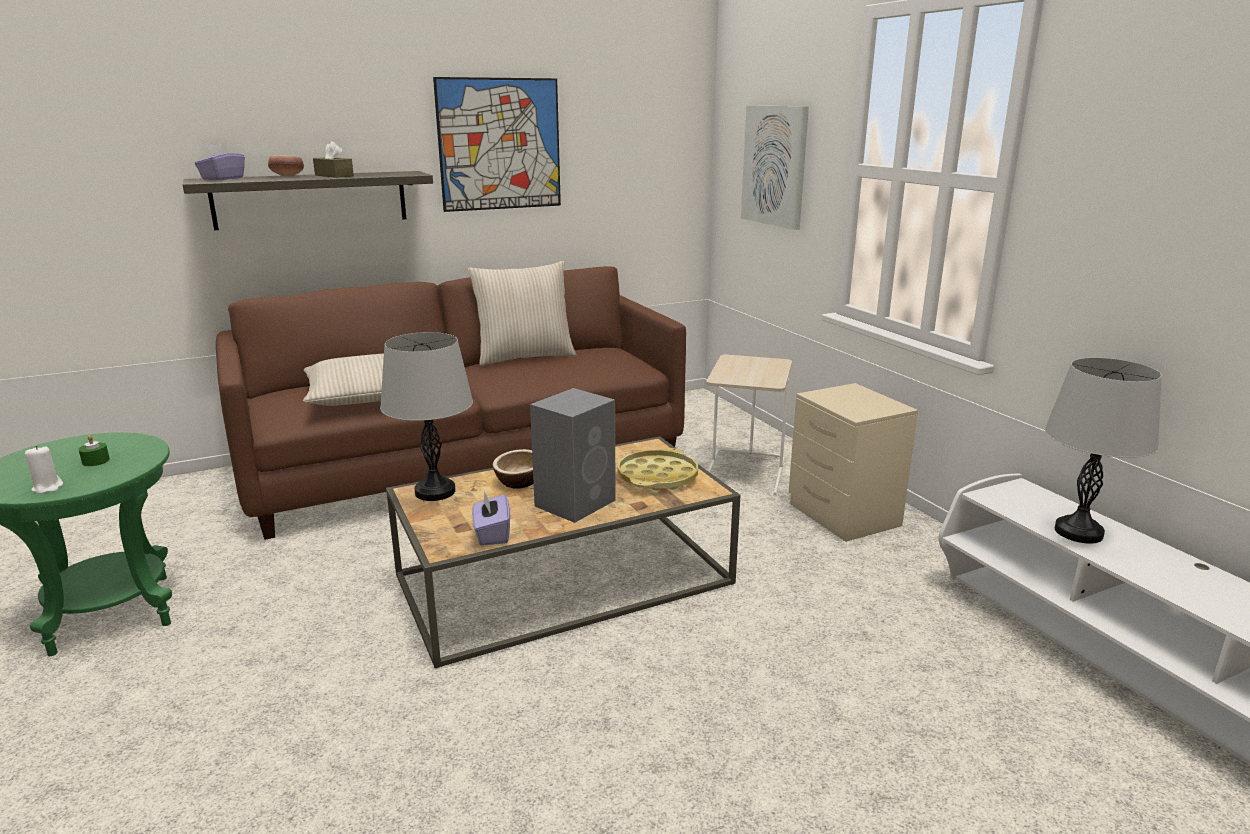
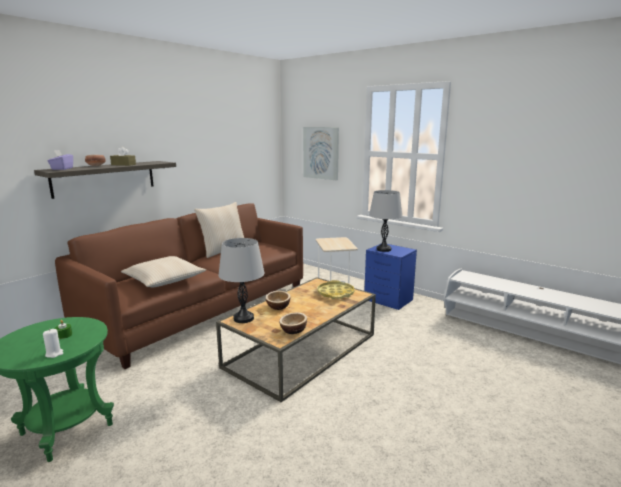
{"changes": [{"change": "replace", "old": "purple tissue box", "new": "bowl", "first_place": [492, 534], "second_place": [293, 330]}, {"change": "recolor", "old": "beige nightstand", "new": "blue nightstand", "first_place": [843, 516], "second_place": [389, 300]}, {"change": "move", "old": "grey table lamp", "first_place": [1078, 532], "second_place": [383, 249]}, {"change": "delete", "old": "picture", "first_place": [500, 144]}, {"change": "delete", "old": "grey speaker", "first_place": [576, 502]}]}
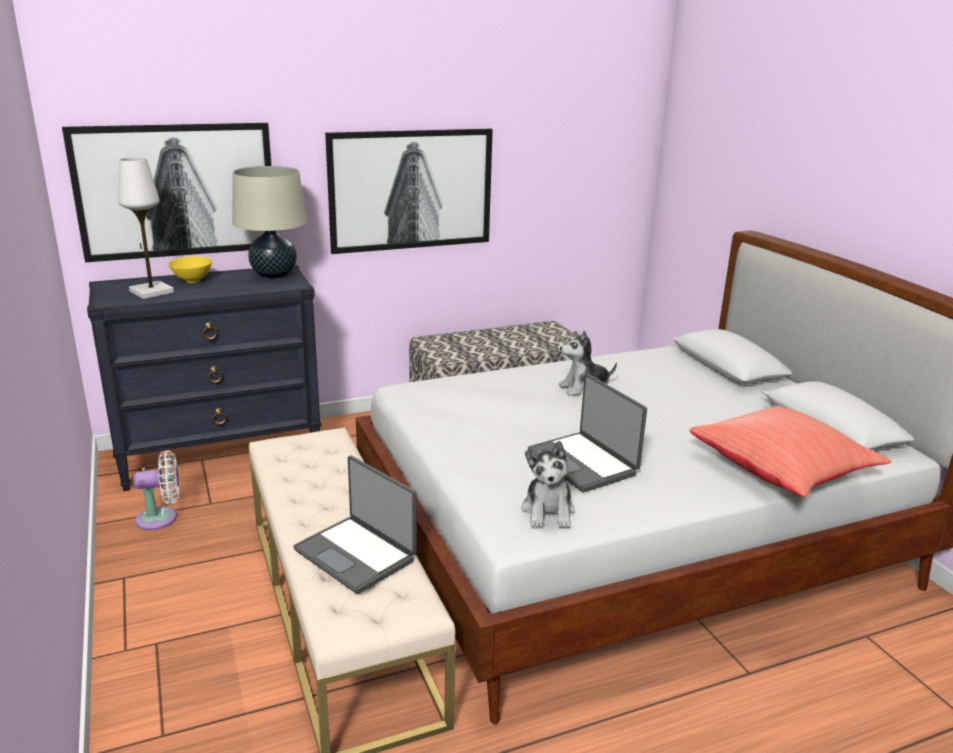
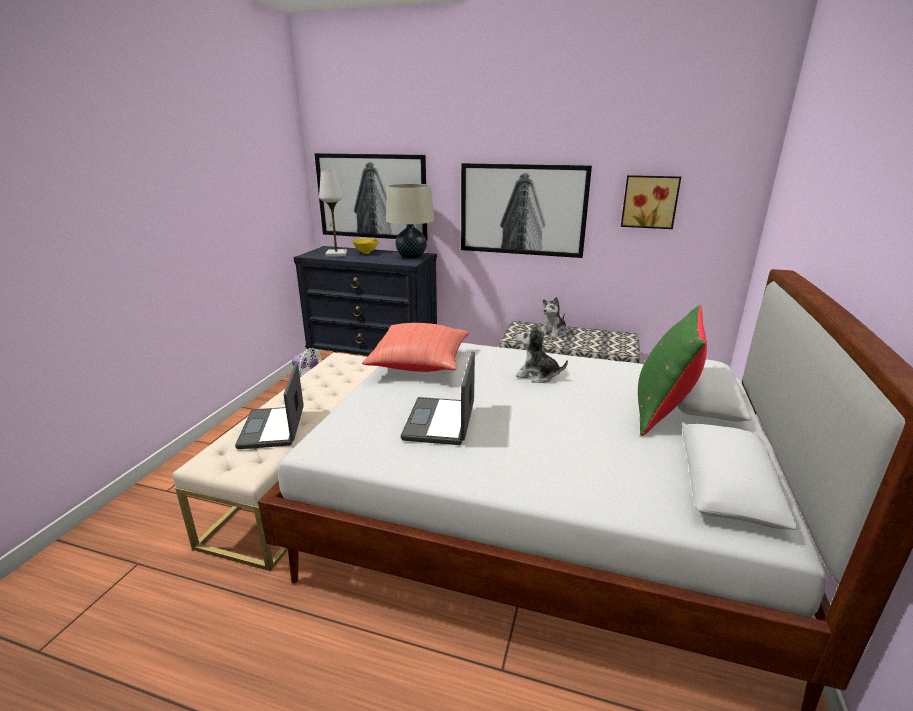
{"changes": [{"change": "move", "old": "red pillow", "first_place": [783, 471], "second_place": [420, 364]}, {"change": "move", "old": "plush toy", "first_place": [548, 511], "second_place": [553, 332]}, {"change": "insert", "new": "picture", "second_place": [649, 201]}, {"change": "insert", "new": "green pillow", "second_place": [662, 411]}]}
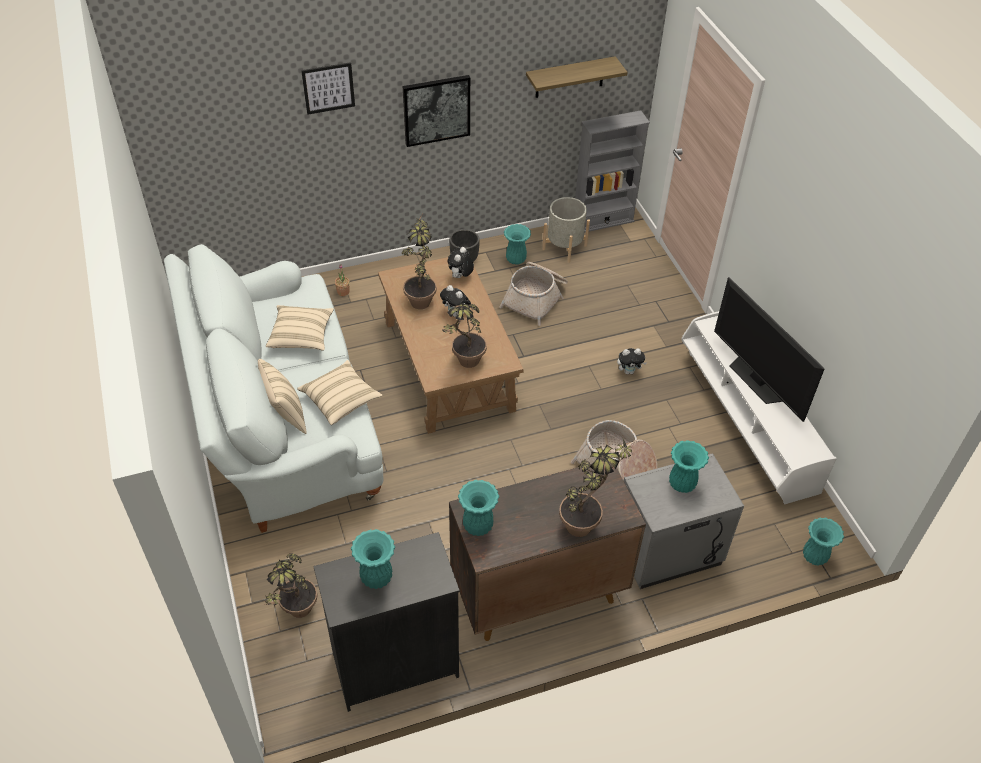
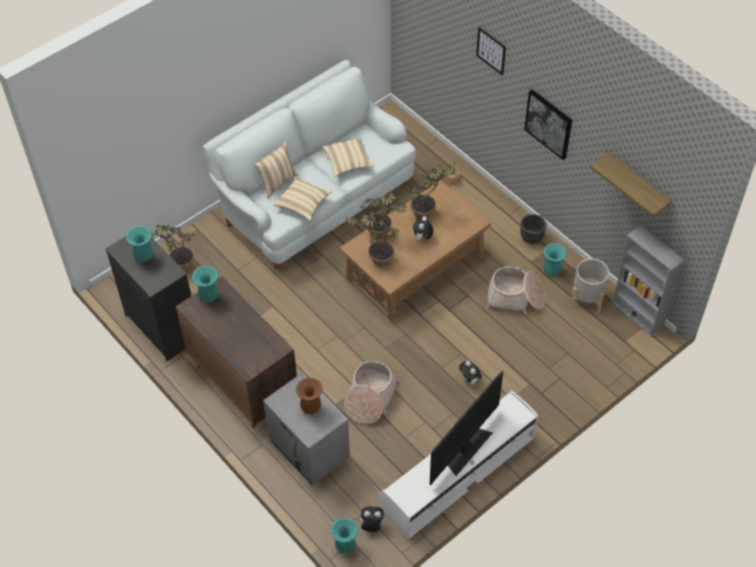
{"changes": [{"change": "recolor", "old": "turquoise vase", "new": "brown vase", "first_place": [681, 484], "second_place": [310, 407]}, {"change": "move", "old": "plush toy", "first_place": [460, 277], "second_place": [371, 526]}, {"change": "move", "old": "potted plant", "first_place": [586, 522], "second_place": [384, 235]}]}
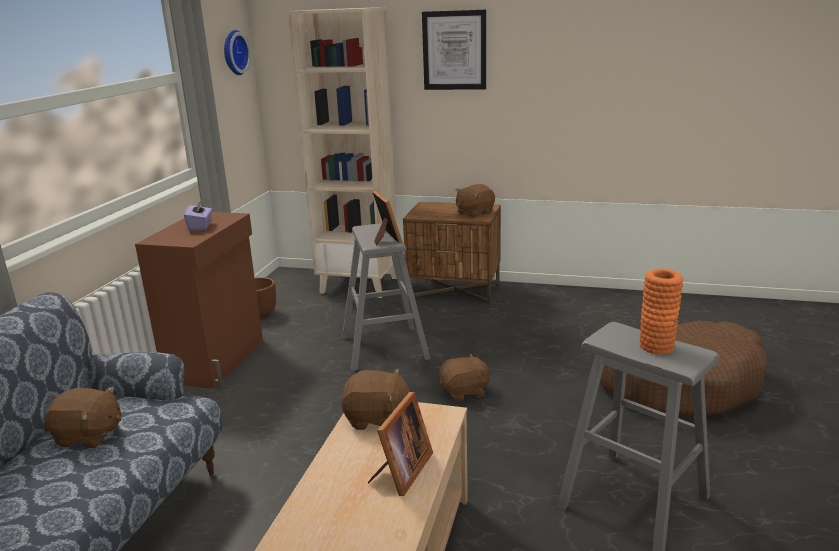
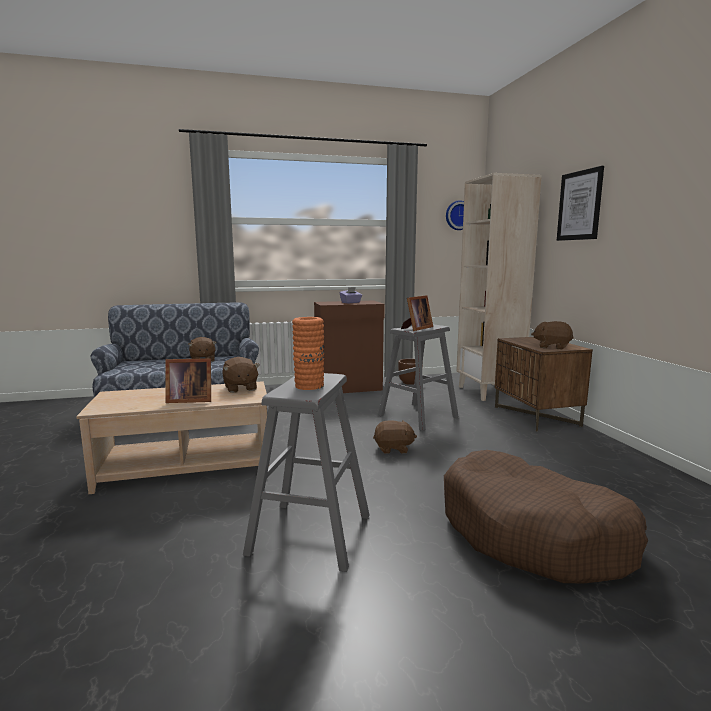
{"changes": [{"change": "rotate", "old": "brown plush toy", "first_place": [465, 392], "second_place": [393, 449], "degrees": -45}]}
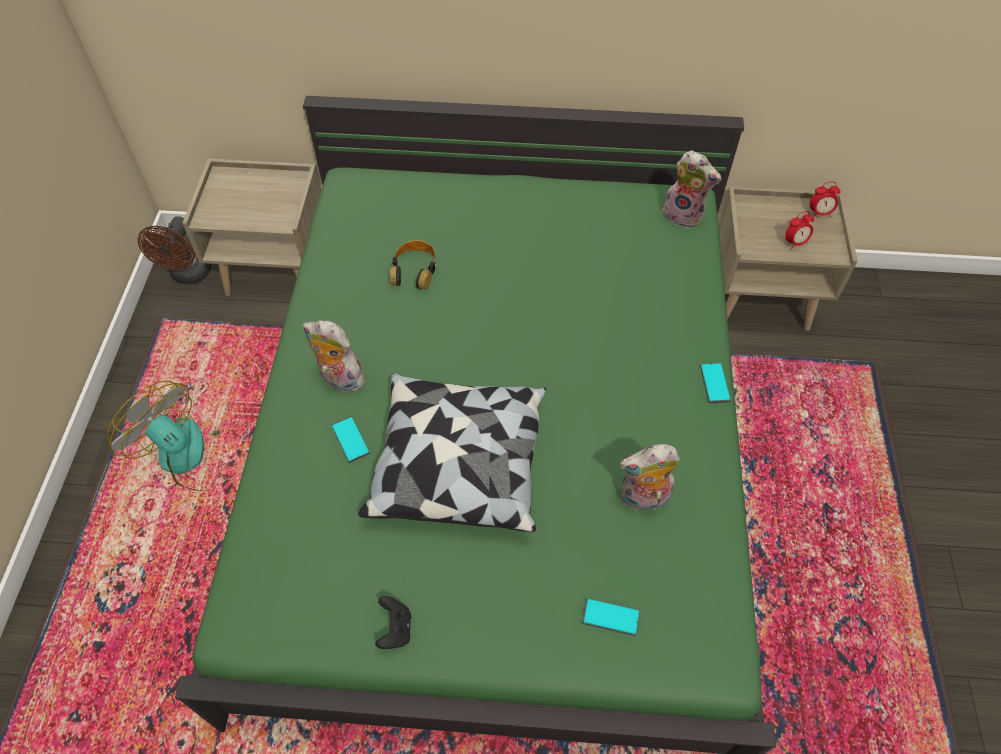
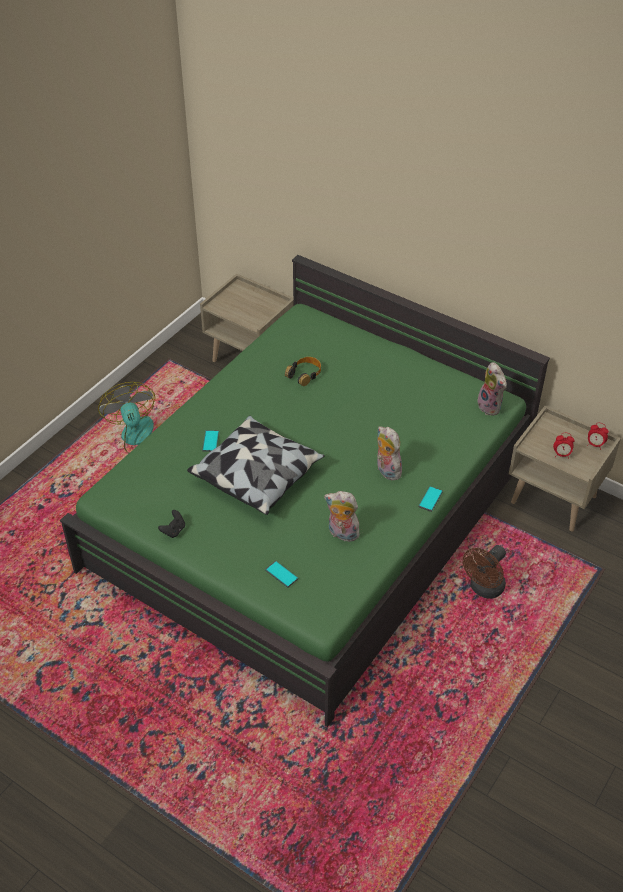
{"changes": [{"change": "move", "old": "plush toy", "first_place": [339, 380], "second_place": [386, 470]}, {"change": "move", "old": "brown fan", "first_place": [188, 275], "second_place": [484, 589]}]}
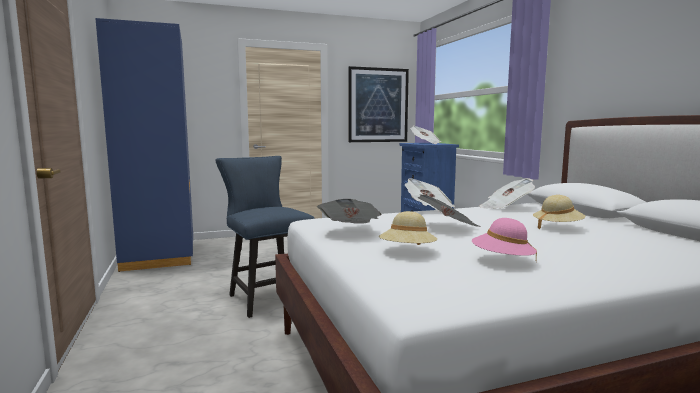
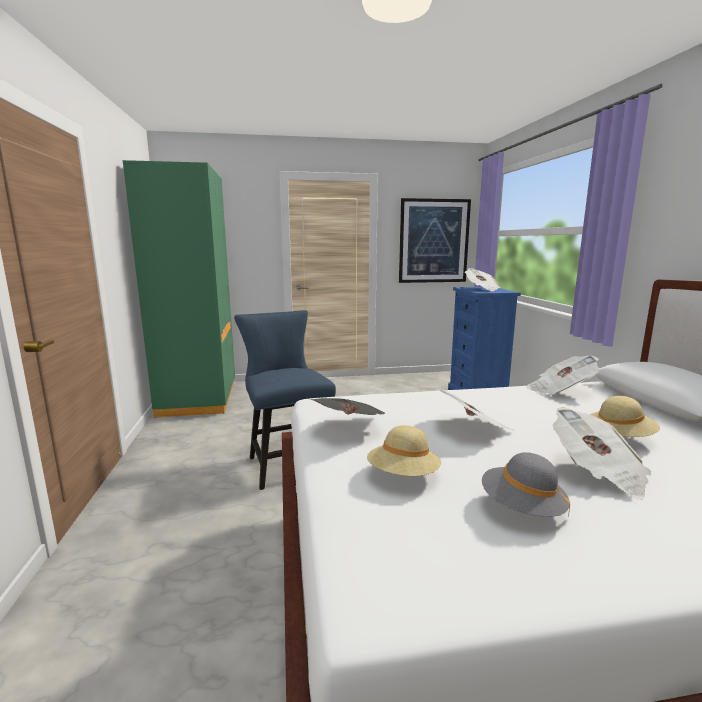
{"changes": [{"change": "recolor", "old": "blue wardrobe", "new": "green wardrobe", "first_place": [160, 255], "second_place": [199, 399]}, {"change": "recolor", "old": "pink hat", "new": "grey hat", "first_place": [502, 261], "second_place": [522, 508]}, {"change": "move", "old": "newspaper", "first_place": [429, 209], "second_place": [598, 473]}]}
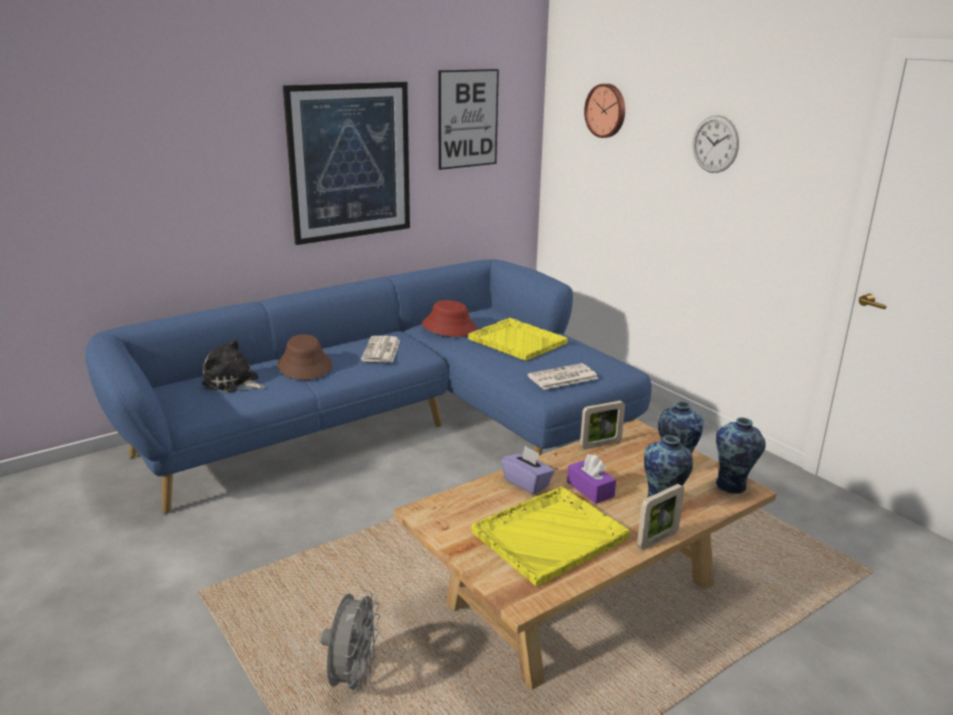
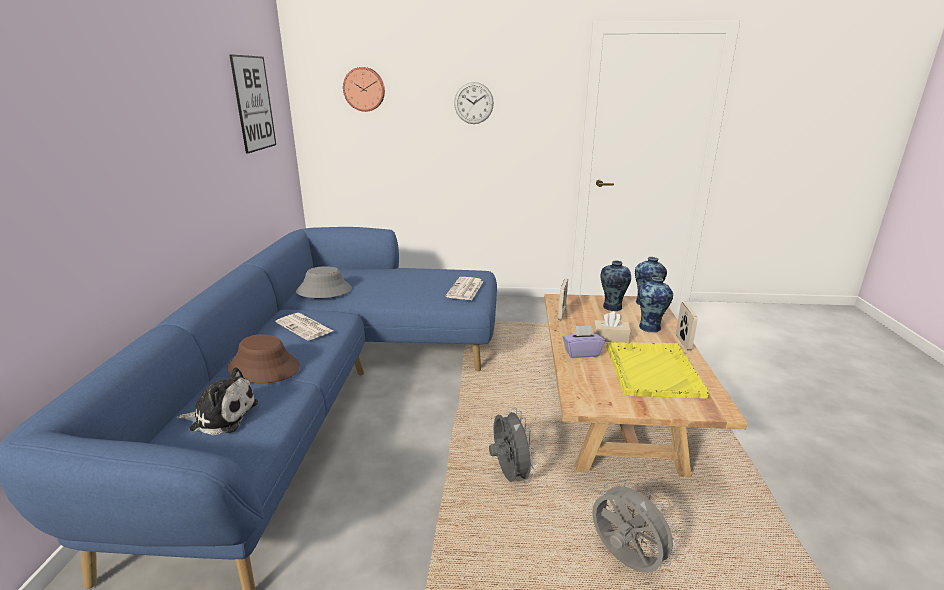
{"changes": [{"change": "rotate", "old": "plush toy", "first_place": [233, 383], "second_place": [221, 416], "degrees": -150}, {"change": "recolor", "old": "red hat", "new": "grey hat", "first_place": [449, 327], "second_place": [324, 290]}, {"change": "insert", "new": "grey fan", "second_place": [509, 475]}, {"change": "recolor", "old": "purple tissue box", "new": "beige tissue box", "first_place": [590, 489], "second_place": [610, 338]}, {"change": "delete", "old": "picture", "first_place": [350, 162]}, {"change": "delete", "old": "yellow tray", "first_place": [516, 340]}]}
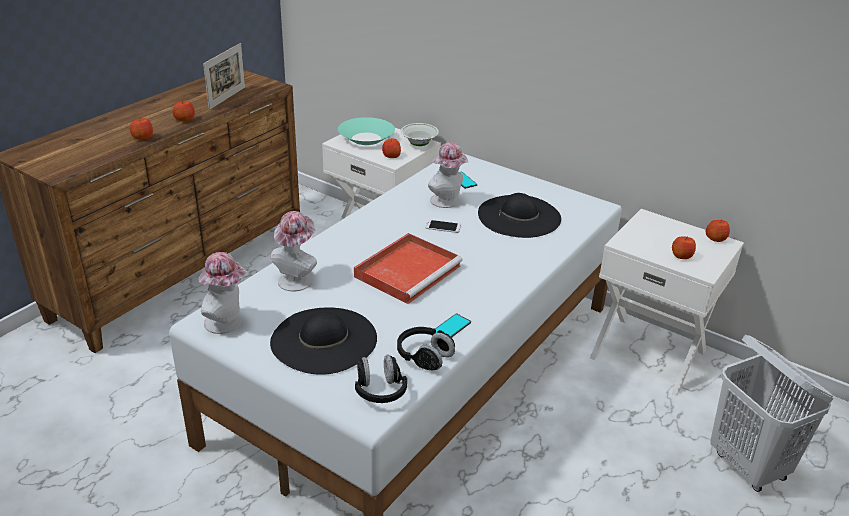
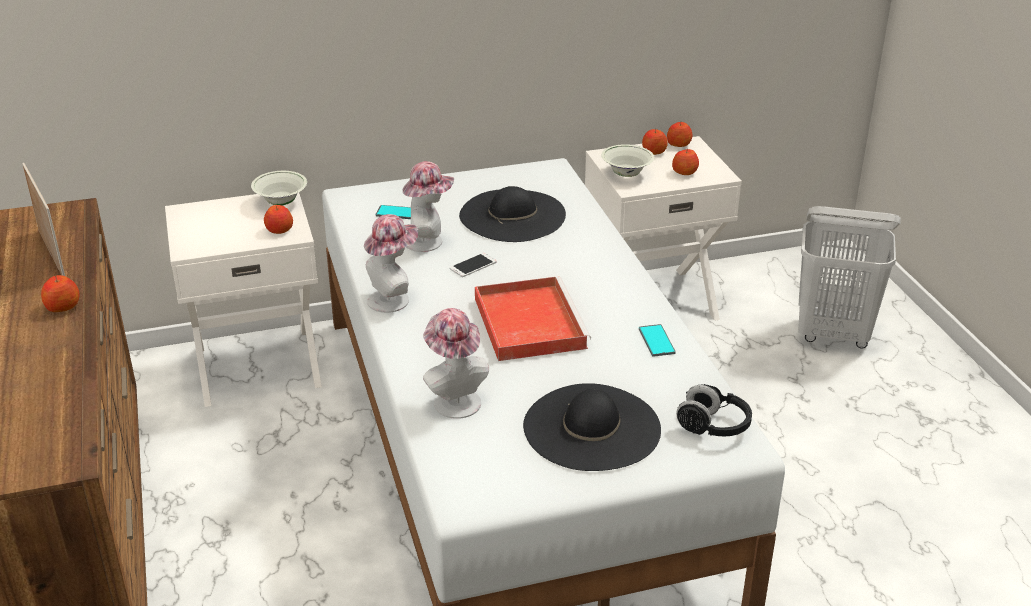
{"changes": [{"change": "move", "old": "hat", "first_place": [227, 323], "second_place": [393, 299]}, {"change": "insert", "new": "white bowl", "second_place": [626, 174]}, {"change": "move", "old": "apple", "first_place": [143, 137], "second_place": [653, 152]}, {"change": "delete", "old": "turquoise bowl", "first_place": [366, 138]}, {"change": "delete", "old": "black headphones", "first_place": [424, 357]}]}
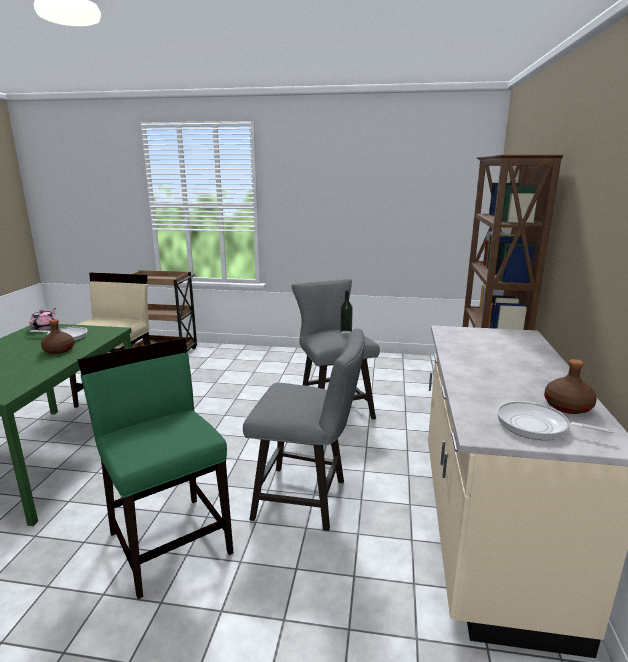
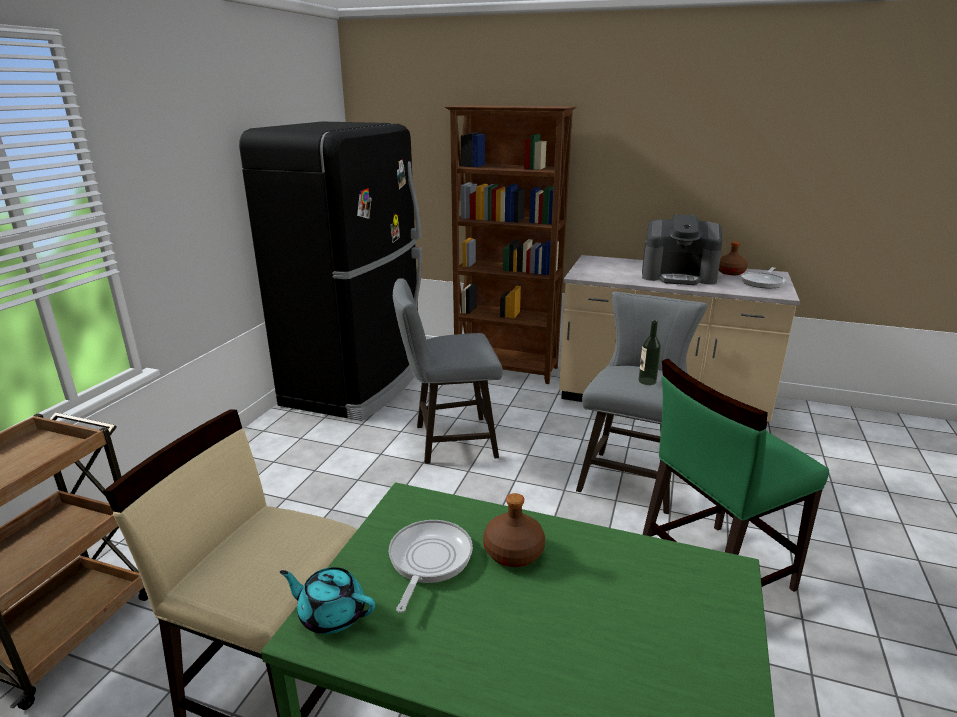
{"changes": [{"change": "insert", "new": "black fridge", "second_place": [358, 384]}, {"change": "recolor", "old": "pink teapot", "new": "turquoise teapot", "first_place": [45, 327], "second_place": [331, 614]}, {"change": "move", "old": "bottle", "first_place": [346, 332], "second_place": [647, 381]}, {"change": "insert", "new": "coffee machine", "second_place": [678, 276]}]}
